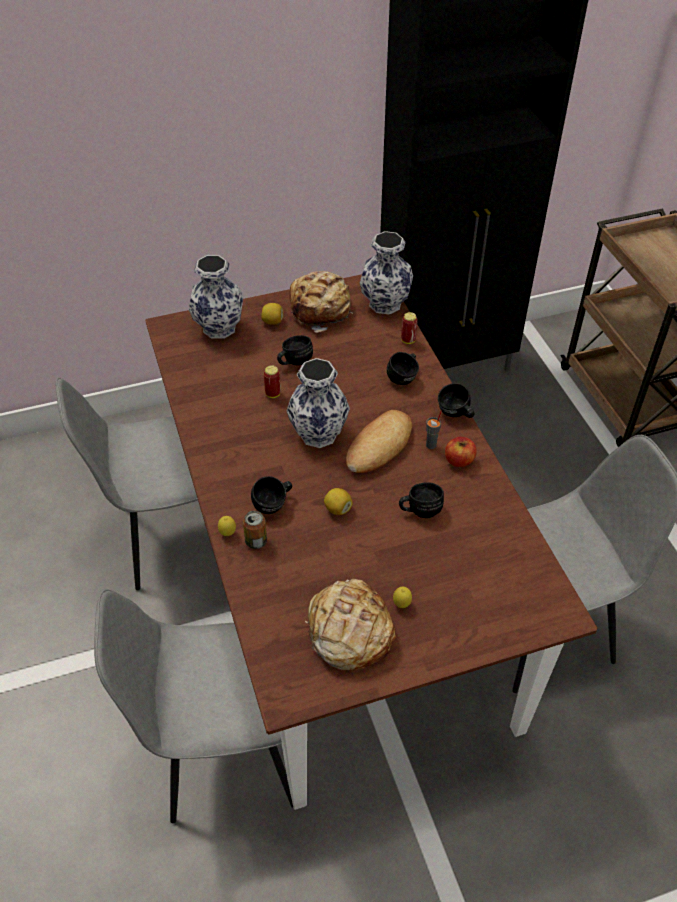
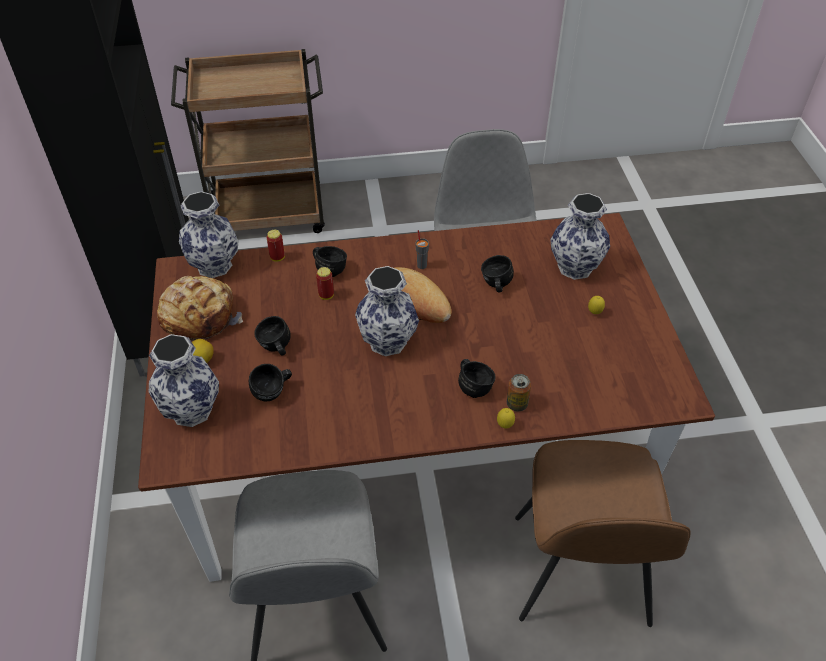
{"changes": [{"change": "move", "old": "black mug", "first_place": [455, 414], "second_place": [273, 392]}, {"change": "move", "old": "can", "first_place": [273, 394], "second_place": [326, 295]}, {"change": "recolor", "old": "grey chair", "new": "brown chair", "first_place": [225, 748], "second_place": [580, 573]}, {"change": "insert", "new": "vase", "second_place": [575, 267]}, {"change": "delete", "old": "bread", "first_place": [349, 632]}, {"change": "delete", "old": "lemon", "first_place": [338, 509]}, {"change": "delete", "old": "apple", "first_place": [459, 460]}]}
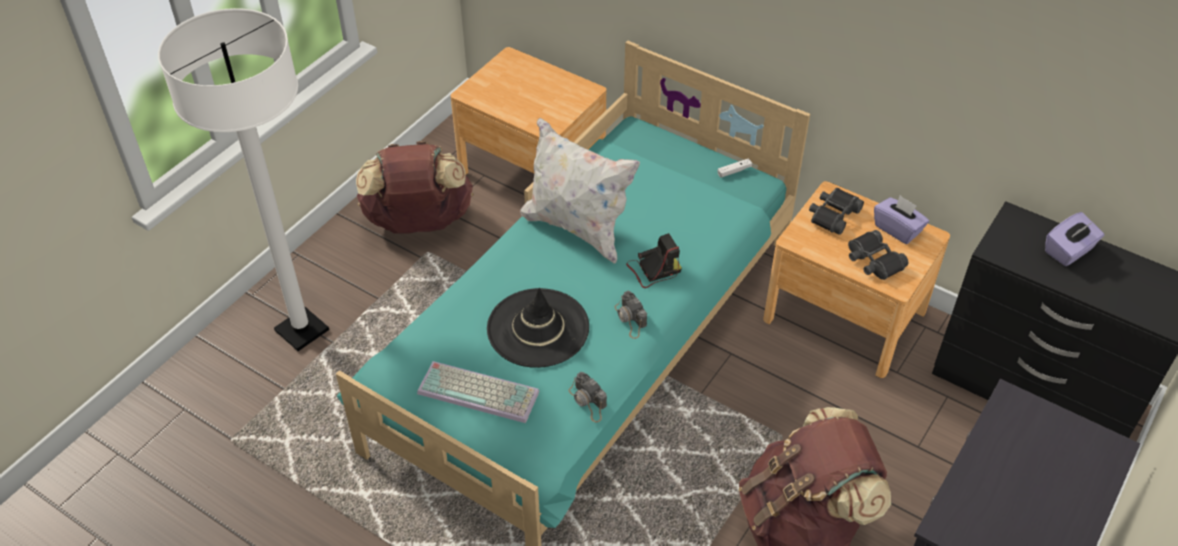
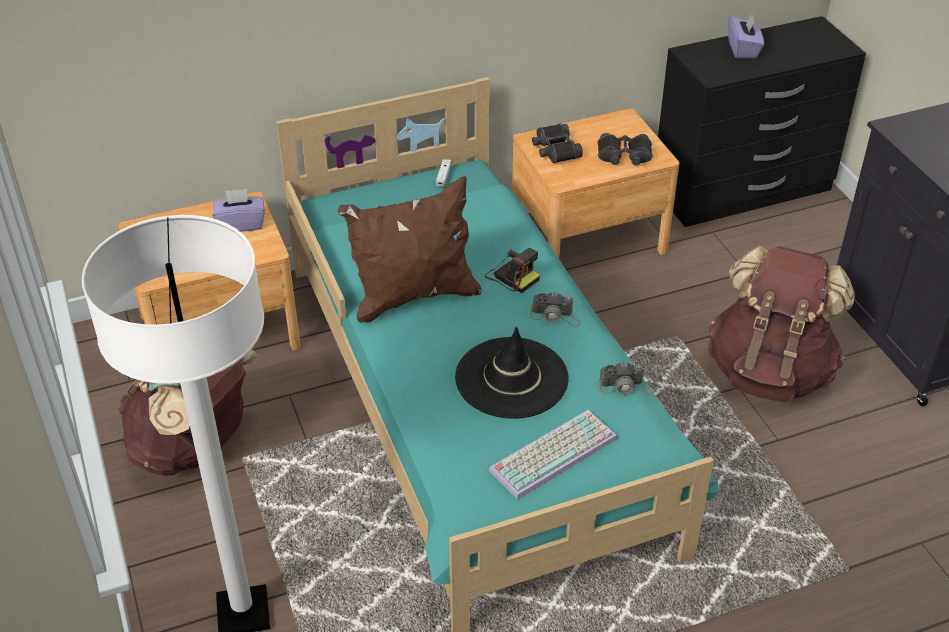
{"changes": [{"change": "move", "old": "purple tissue box", "first_place": [897, 229], "second_place": [241, 224]}, {"change": "recolor", "old": "white pillow", "new": "brown pillow", "first_place": [577, 228], "second_place": [413, 296]}, {"change": "rotate", "old": "photo camera", "first_place": [653, 270], "second_place": [512, 276], "degrees": 120}]}
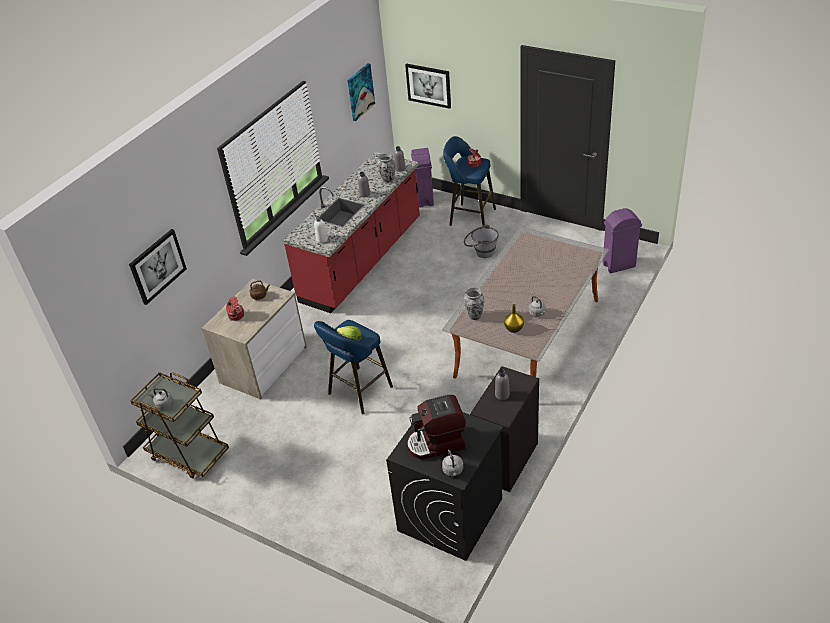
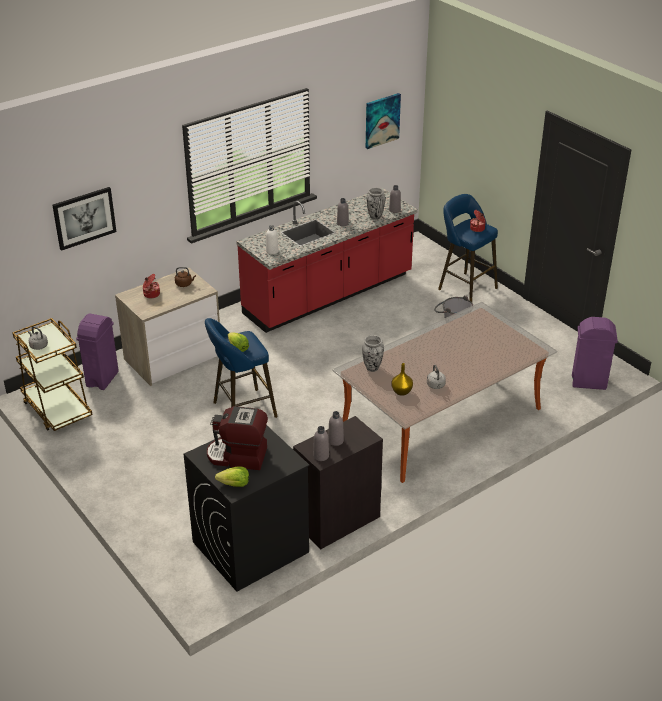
{"changes": [{"change": "move", "old": "purple trash can", "first_place": [424, 199], "second_place": [103, 379]}, {"change": "replace", "old": "grey kettle", "new": "lettuce", "first_place": [453, 471], "second_place": [234, 484]}, {"change": "insert", "new": "grey bottle", "second_place": [321, 456]}, {"change": "delete", "old": "picture", "first_place": [428, 85]}]}
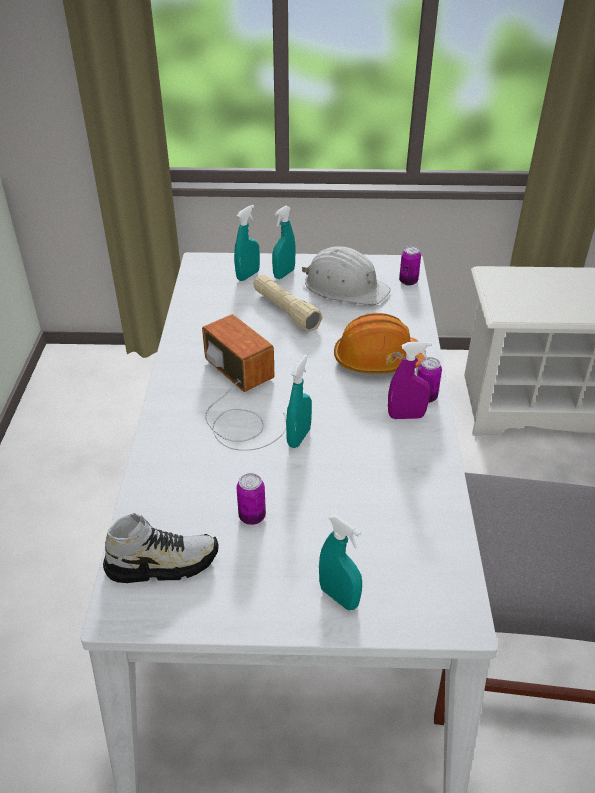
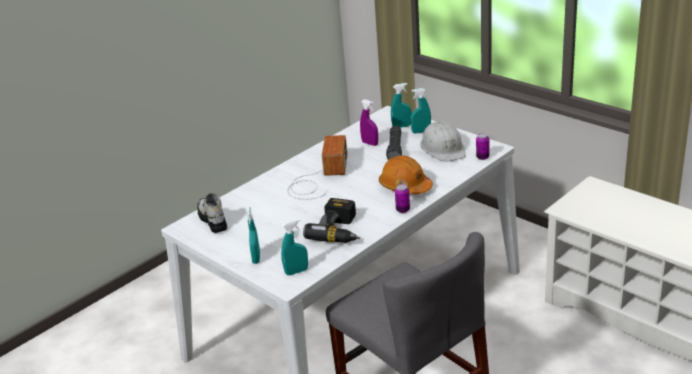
{"changes": [{"change": "rotate", "old": "shoe", "first_place": [162, 564], "second_place": [212, 220], "degrees": -150}, {"change": "move", "old": "turquoise spray bottle", "first_place": [299, 437], "second_place": [296, 271]}, {"change": "insert", "new": "power drill", "second_place": [340, 231]}, {"change": "move", "old": "purple spray bottle", "first_place": [406, 416], "second_place": [370, 143]}, {"change": "recolor", "old": "beige flashlight", "new": "black flashlight", "first_place": [286, 311], "second_place": [395, 149]}, {"change": "delete", "old": "can", "first_place": [252, 516]}]}
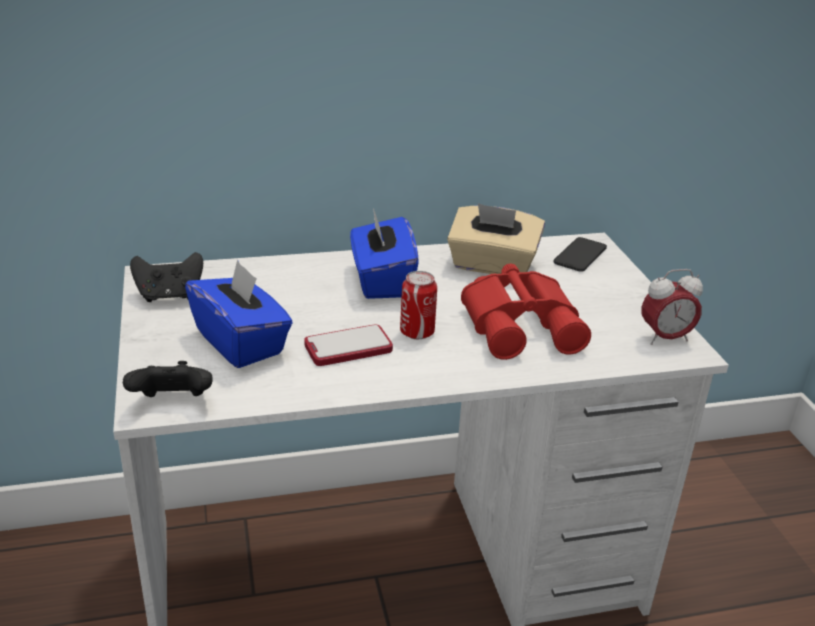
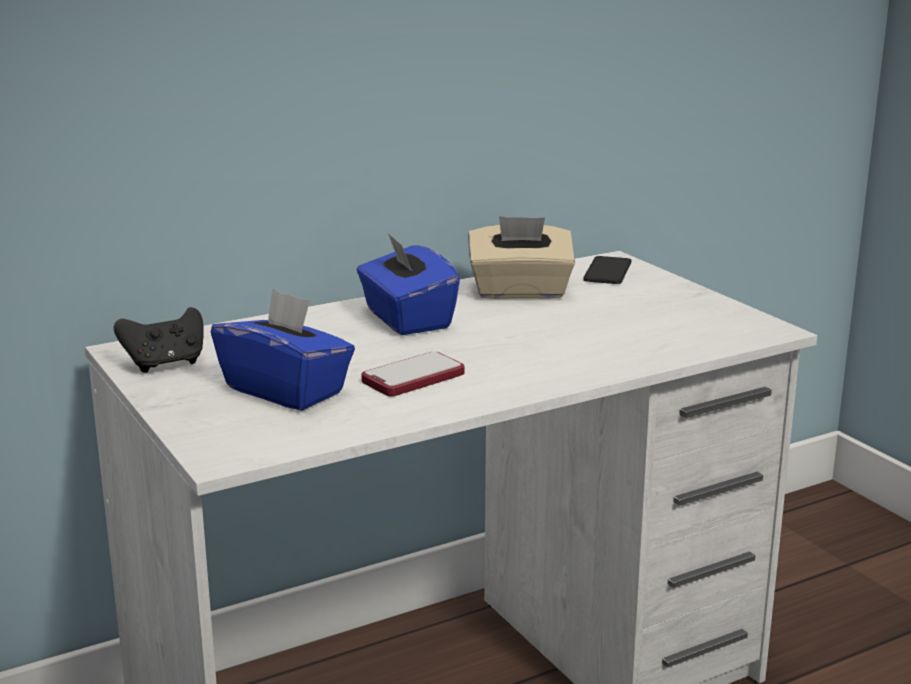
{"changes": [{"change": "delete", "old": "black game controller", "first_place": [173, 402]}, {"change": "delete", "old": "can", "first_place": [417, 332]}, {"change": "delete", "old": "red binoculars", "first_place": [522, 324]}, {"change": "delete", "old": "alarm clock", "first_place": [665, 338]}]}
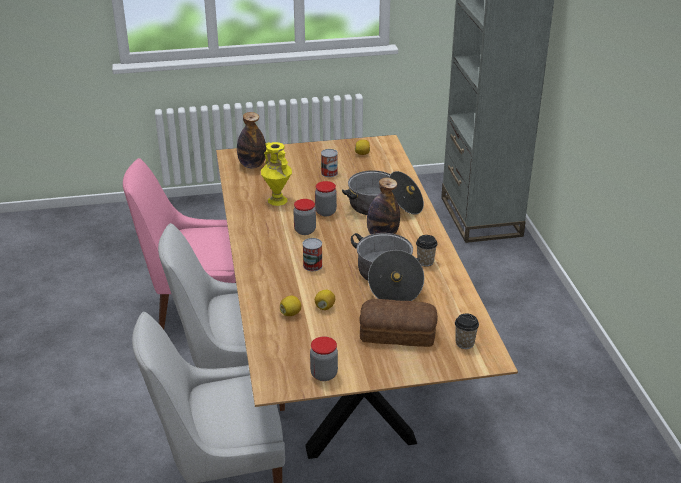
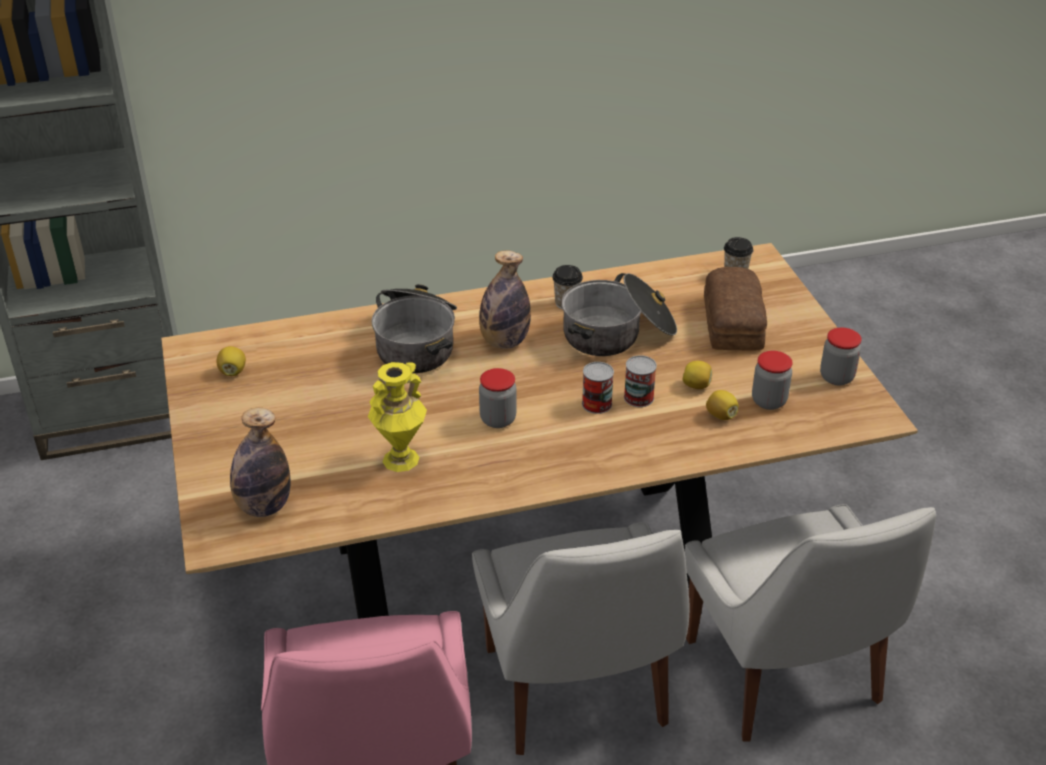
{"changes": [{"change": "move", "old": "can", "first_place": [329, 173], "second_place": [638, 397]}, {"change": "move", "old": "jar", "first_place": [325, 212], "second_place": [769, 401]}]}
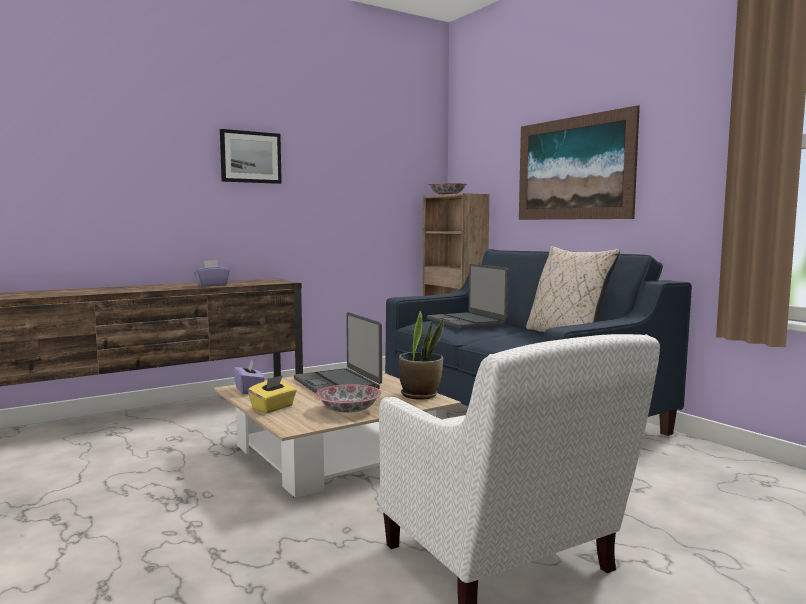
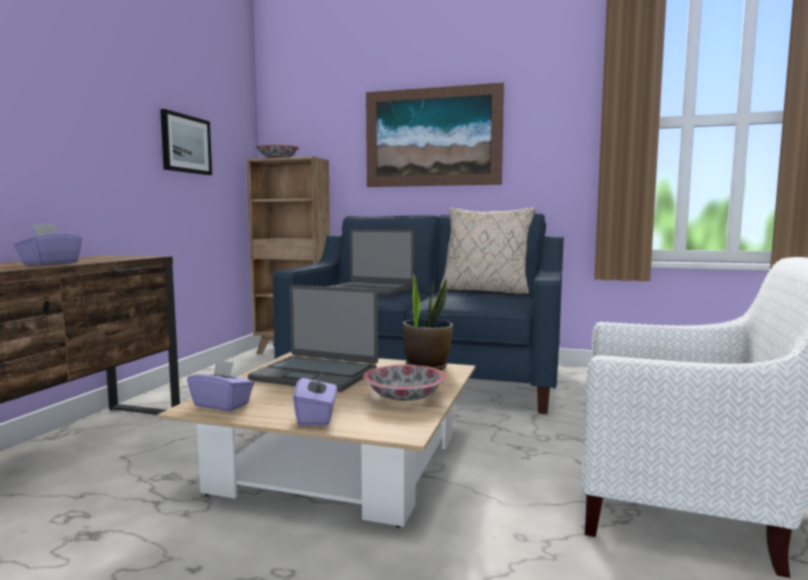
{"changes": [{"change": "move", "old": "picture", "first_place": [250, 157], "second_place": [185, 144]}, {"change": "recolor", "old": "yellow tissue box", "new": "purple tissue box", "first_place": [273, 408], "second_place": [316, 417]}]}
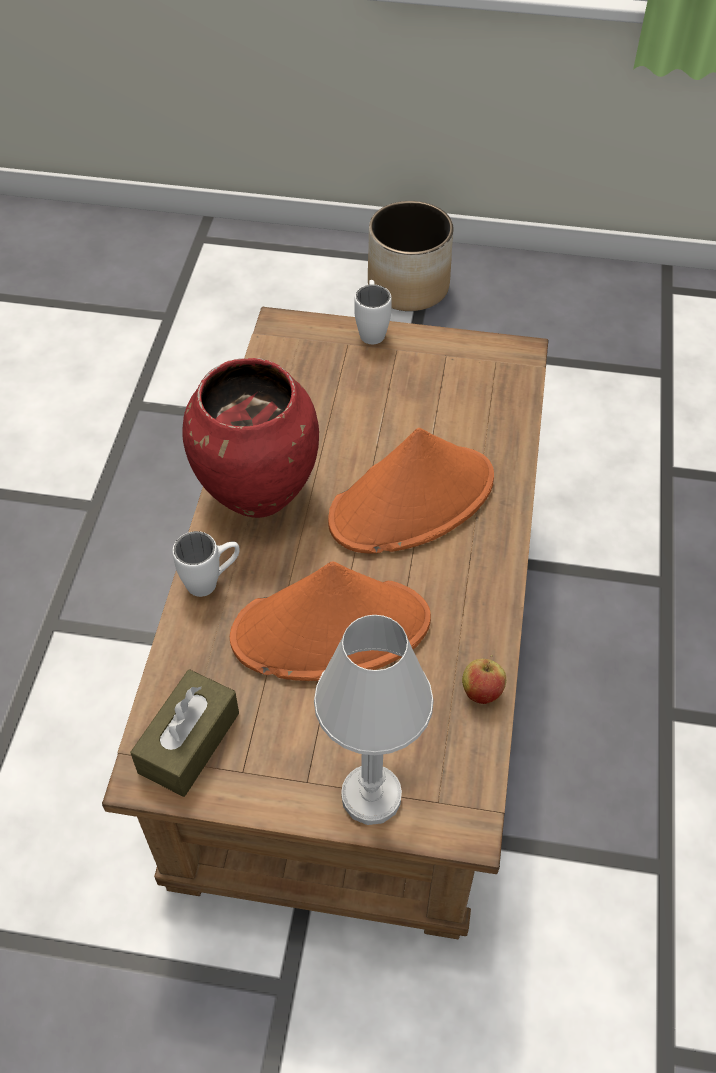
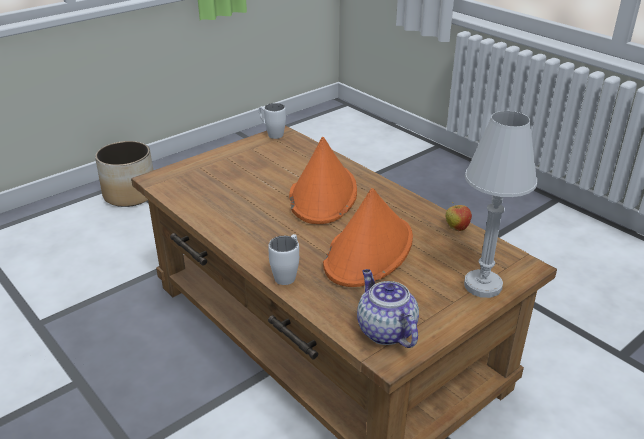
{"changes": [{"change": "move", "old": "white mug", "first_place": [372, 329], "second_place": [271, 134]}, {"change": "replace", "old": "brown tissue box", "new": "teapot", "first_place": [189, 742], "second_place": [385, 330]}, {"change": "delete", "old": "red vase", "first_place": [258, 495]}]}
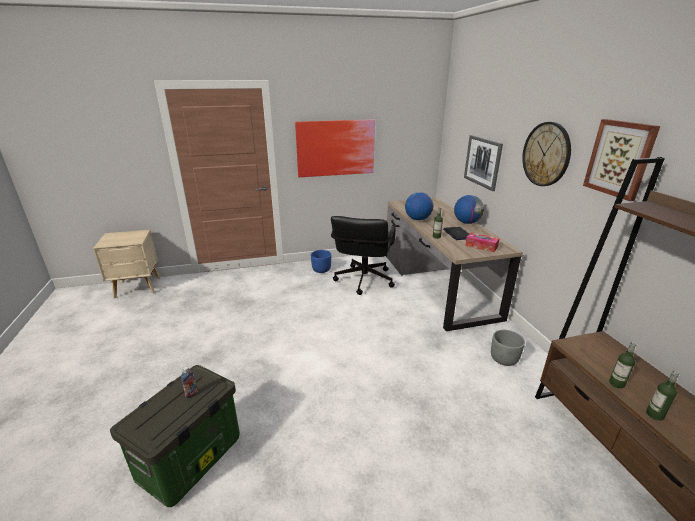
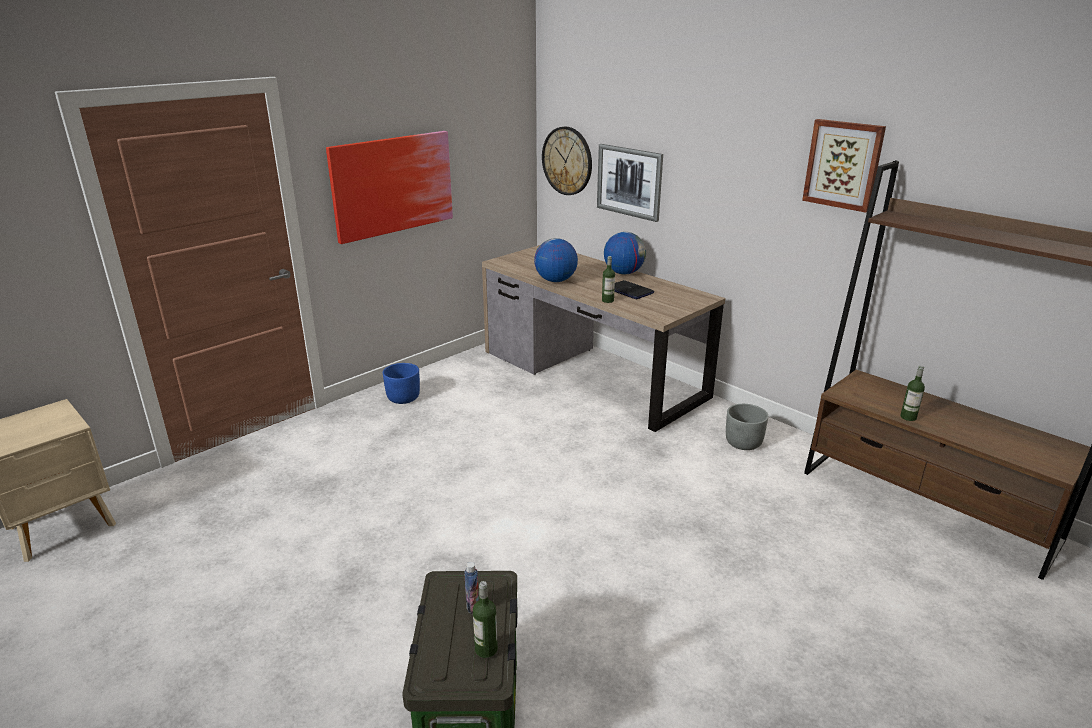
{"changes": [{"change": "move", "old": "bottle", "first_place": [654, 415], "second_place": [486, 649]}, {"change": "move", "old": "wall clock", "first_place": [546, 154], "second_place": [567, 161]}, {"change": "delete", "old": "black office chair", "first_place": [363, 282]}, {"change": "delete", "old": "tissue box", "first_place": [481, 246]}]}
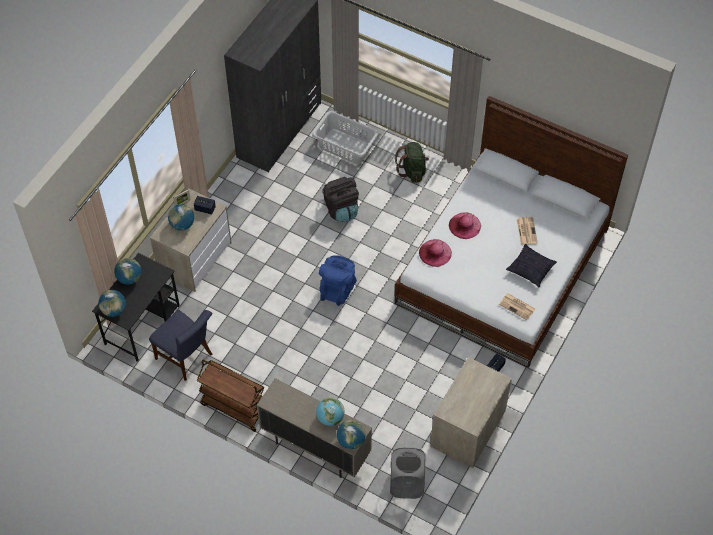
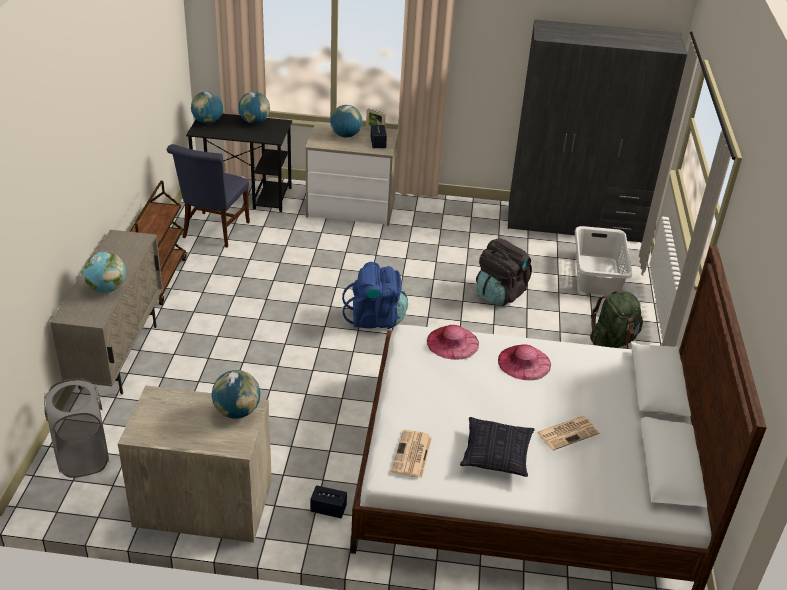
{"changes": [{"change": "move", "old": "globe", "first_place": [351, 440], "second_place": [237, 411]}]}
